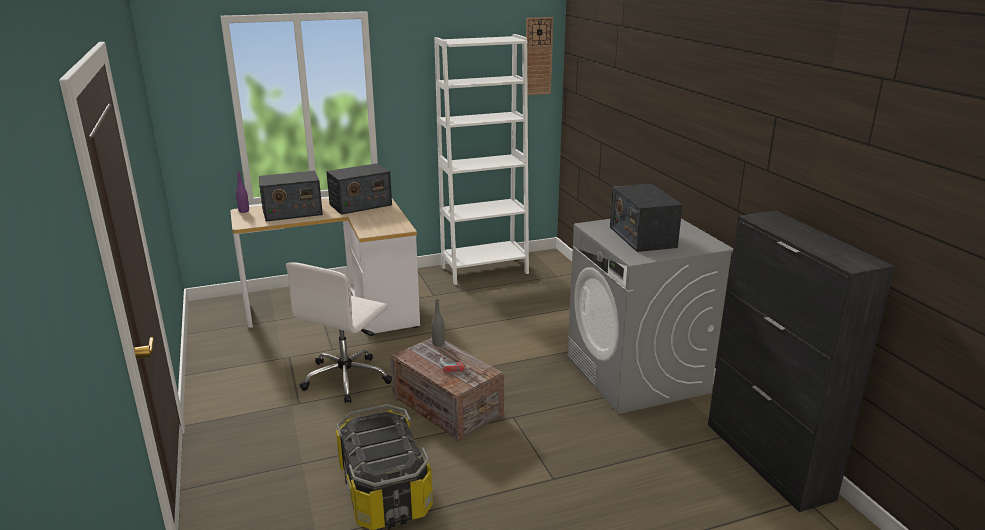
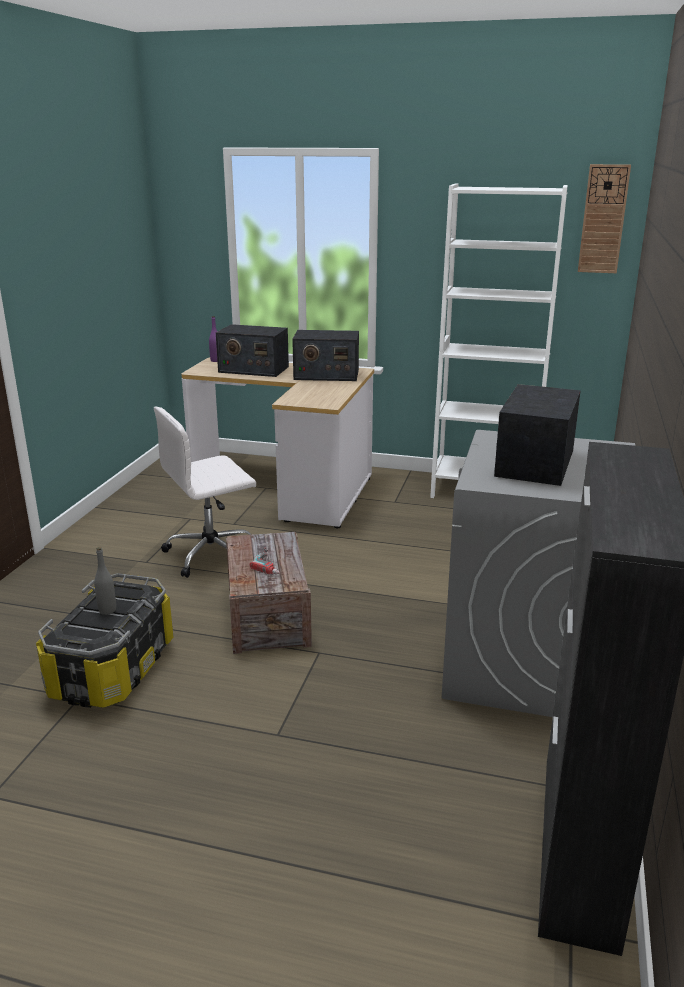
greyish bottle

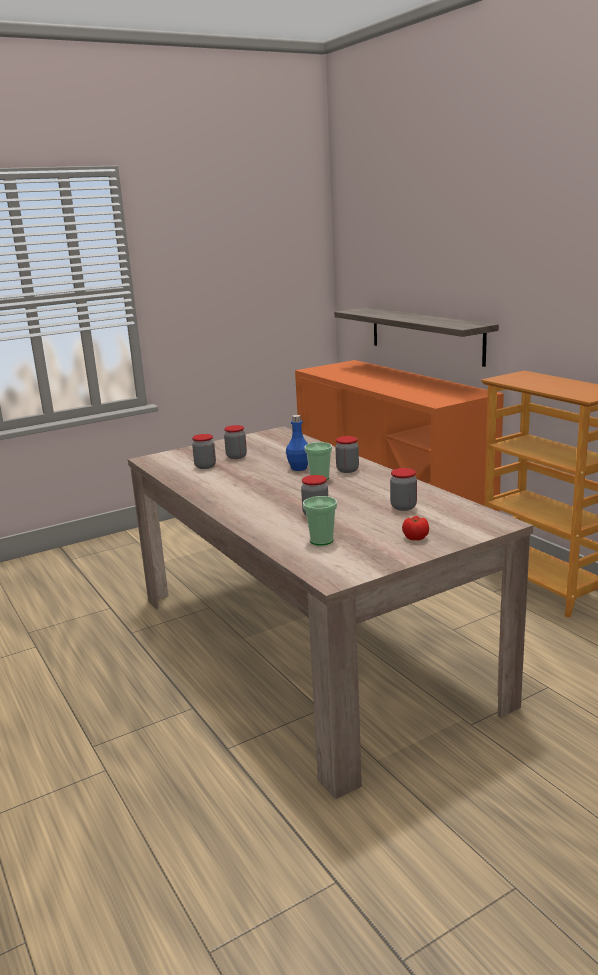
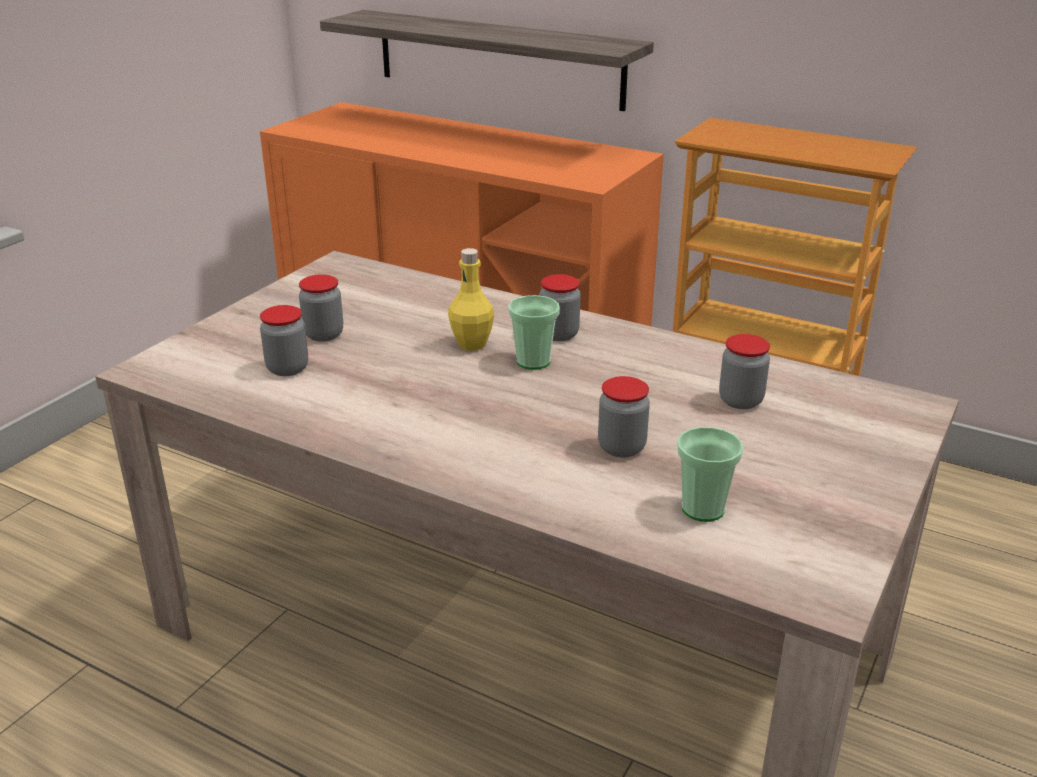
yellow-coloured bottle; fresh tomato

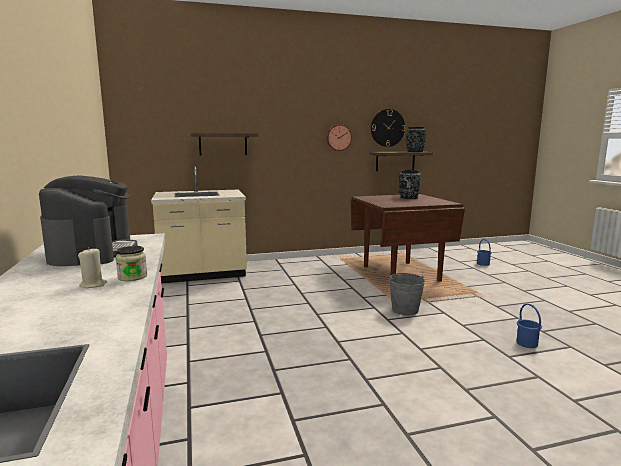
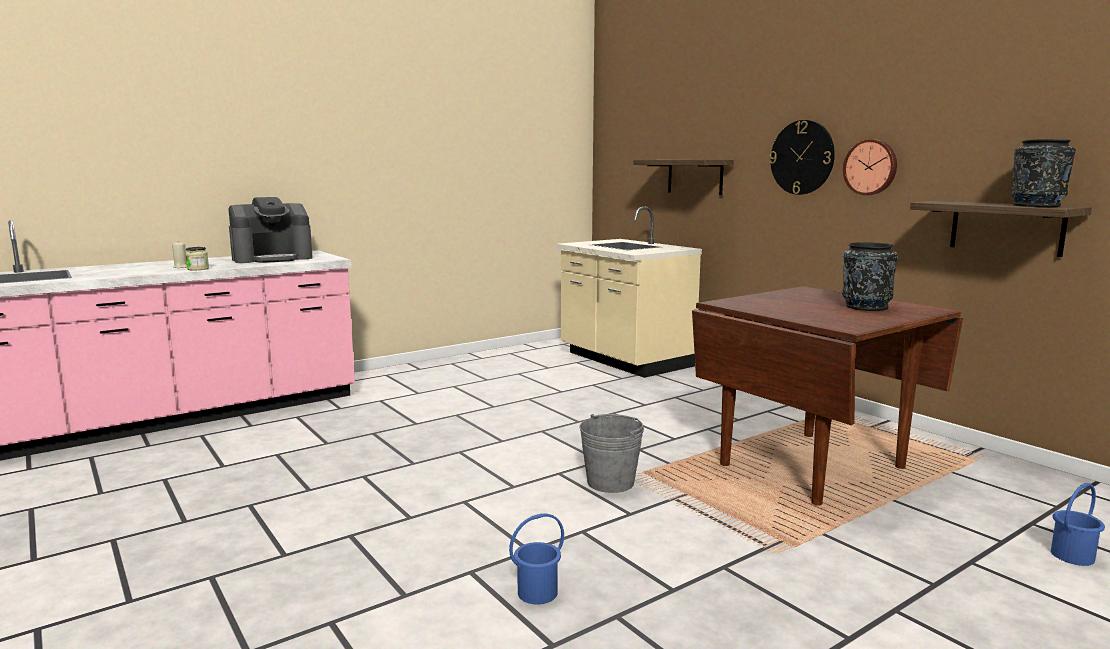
clock on the wall (no. 1 from left)

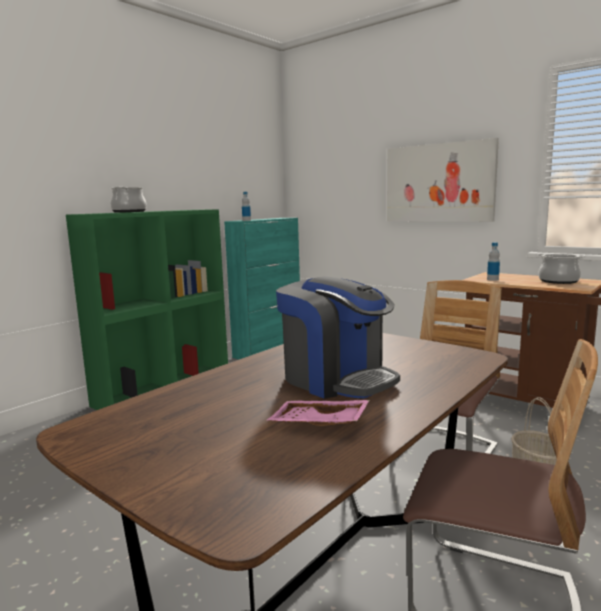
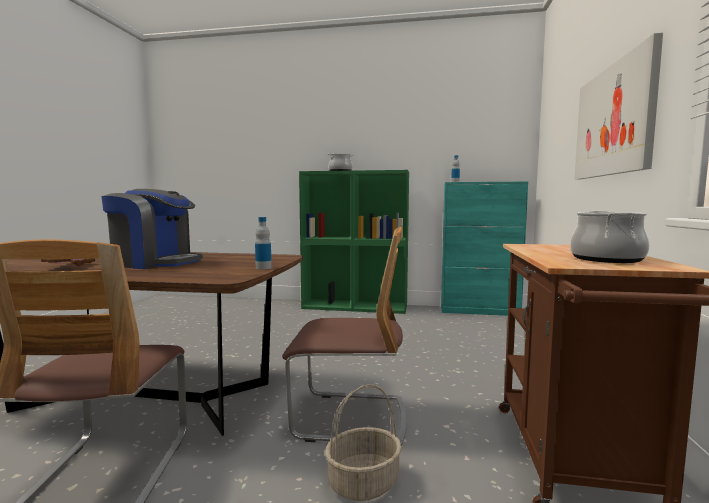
coffee maker; bottle (no. 1 from left)

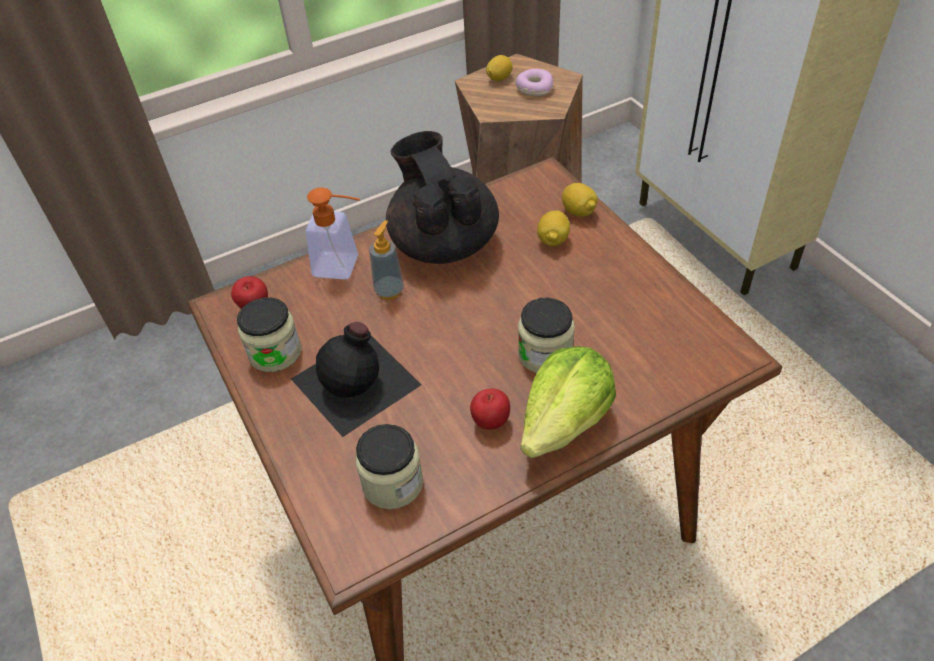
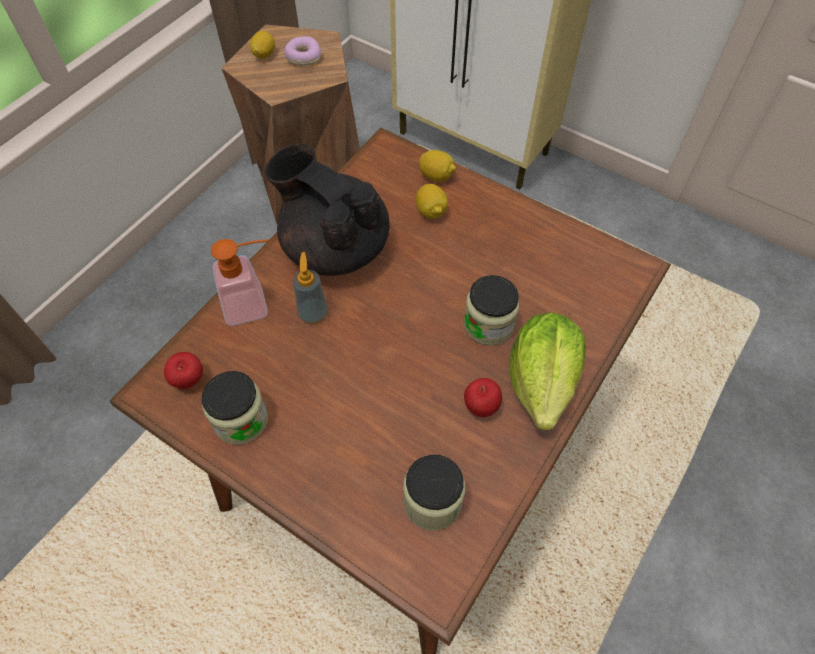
blackish bottle

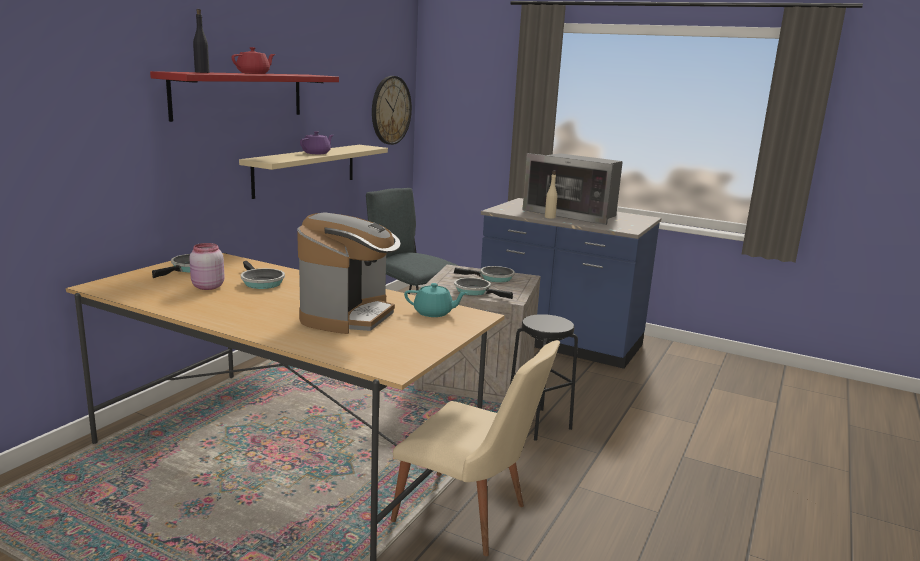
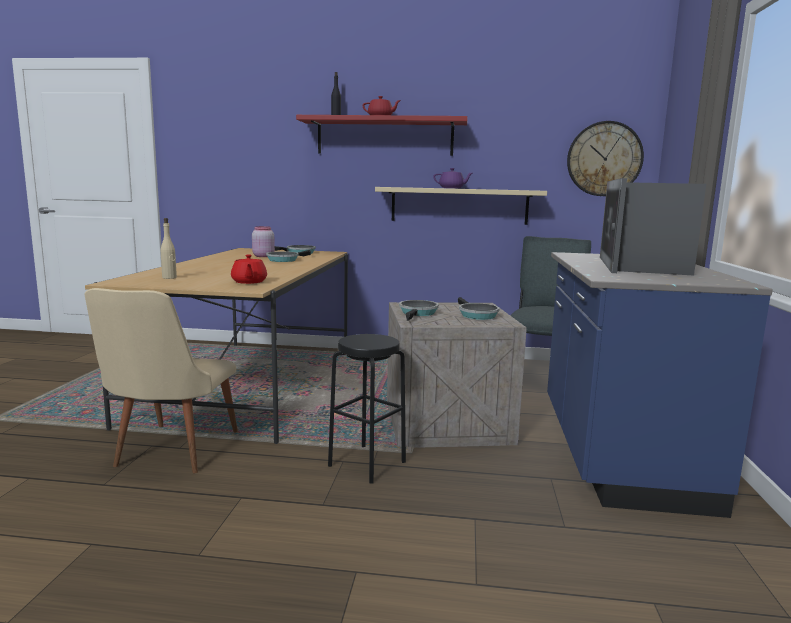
beige bottle; reddish tea pot (no. 1 from left); coffee maker

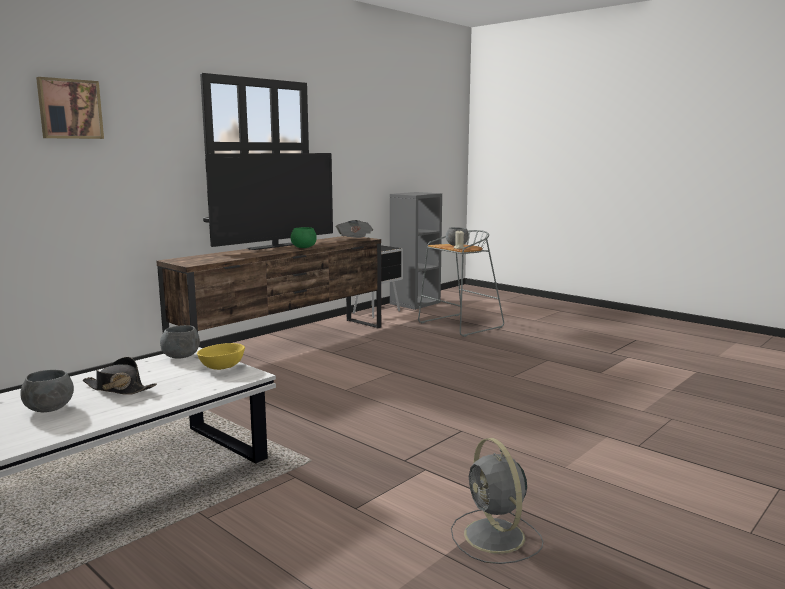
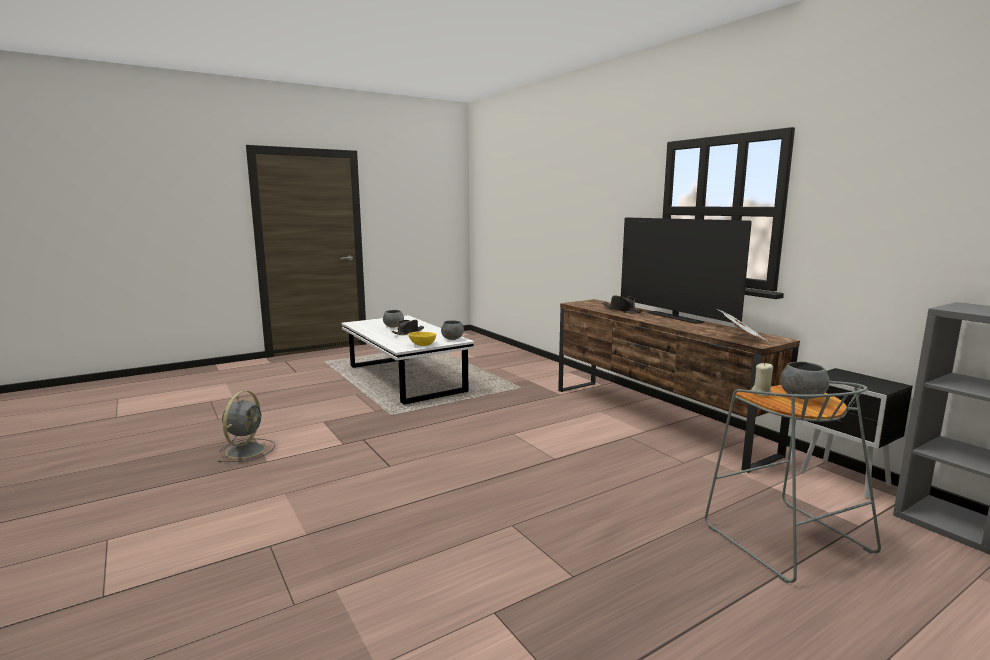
greyish fan; blackish wearable hat (no. 2 from left); wall picture; green-coloured serving bowl

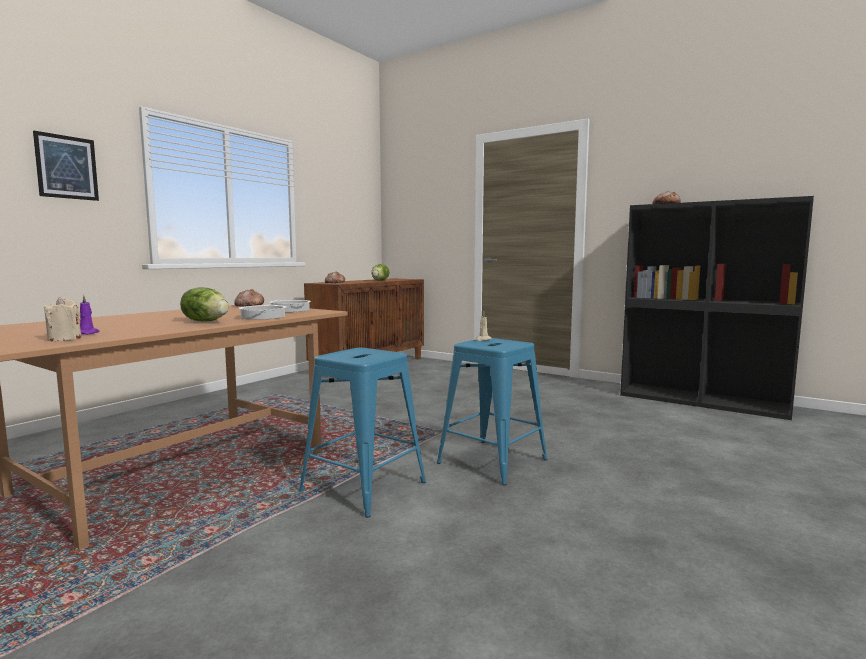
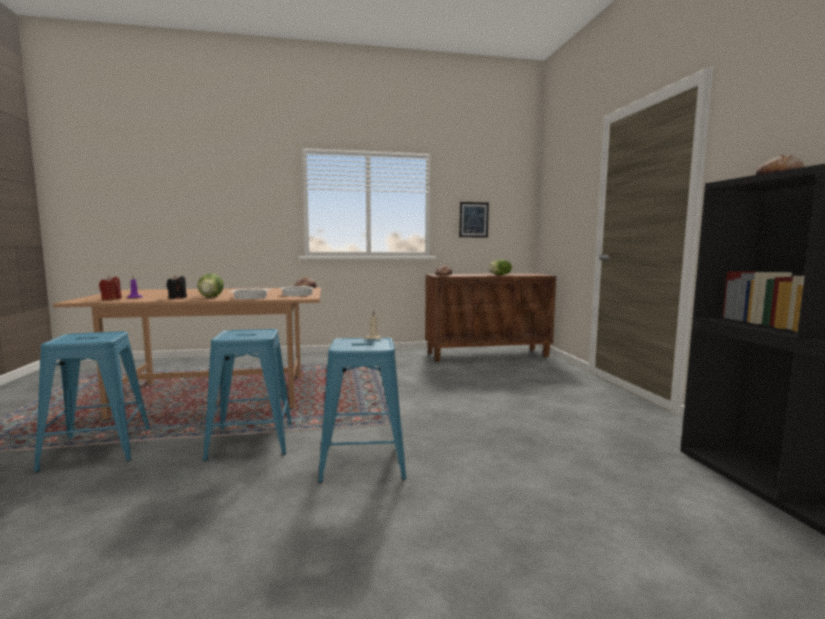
blue stool seat (no. 1 from left); reddish wax candle; blackish wax candle; wall picture

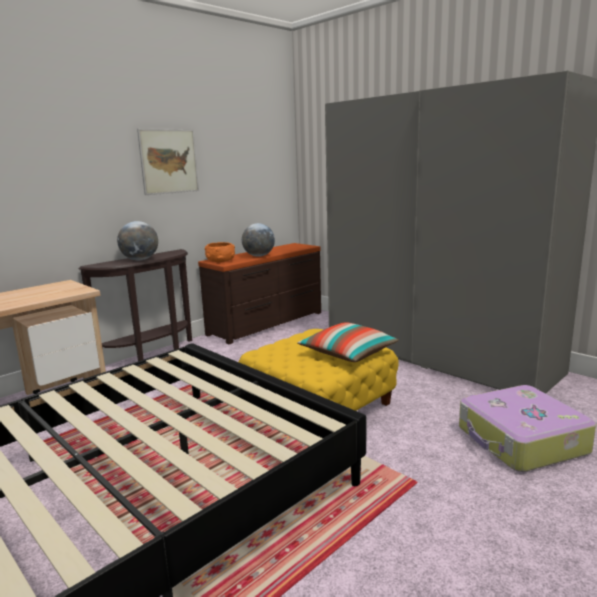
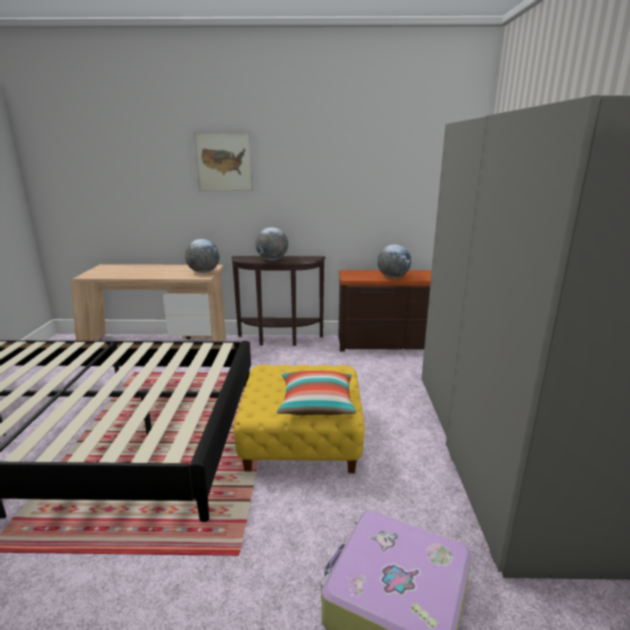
globe (no. 1 from left); wall picture; orangey serving bowl

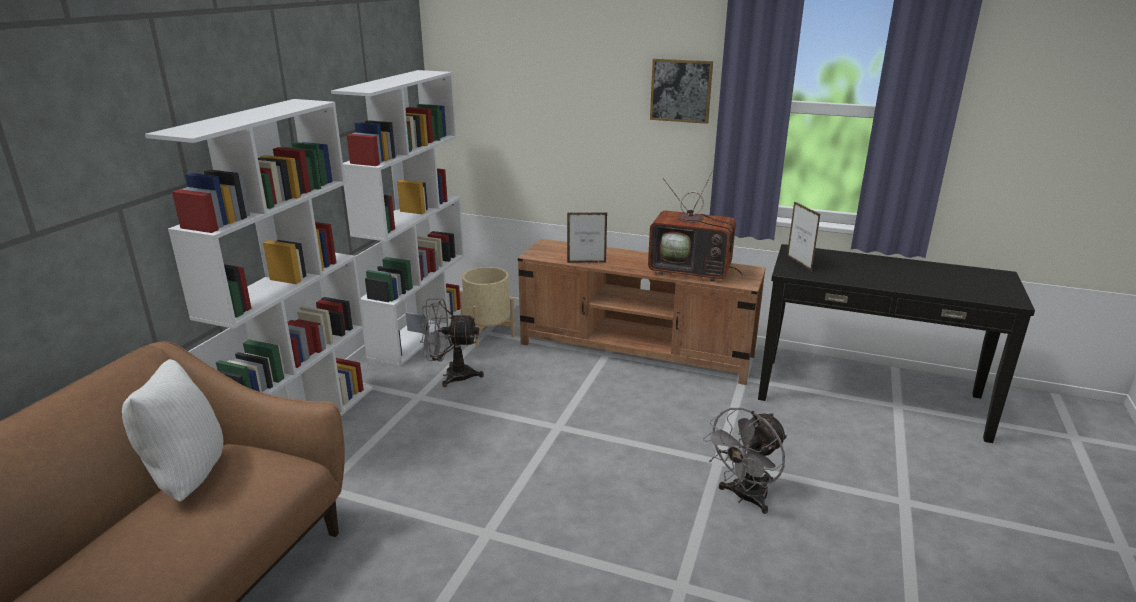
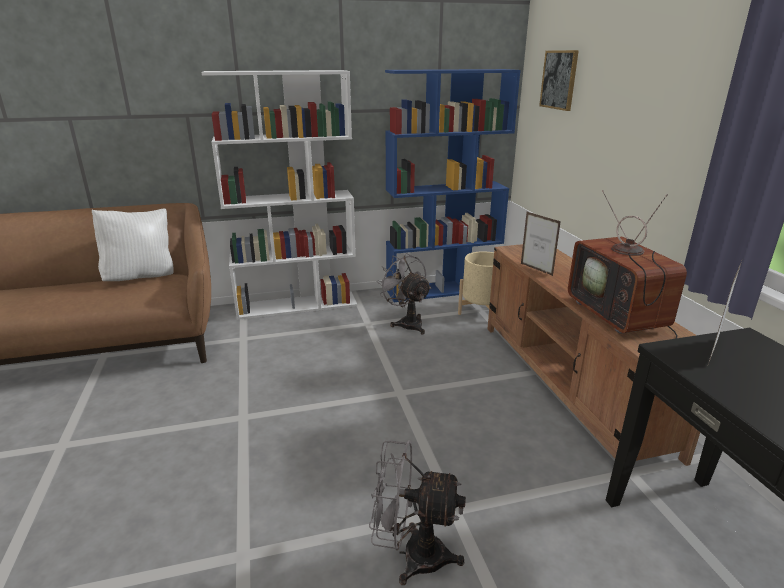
blue bookcase; wall picture

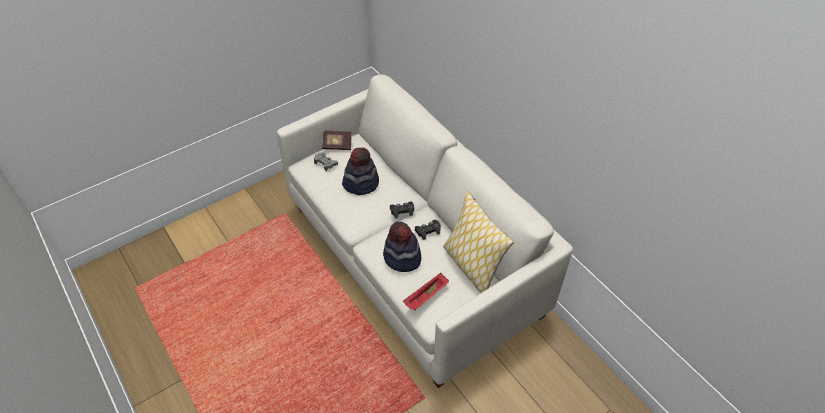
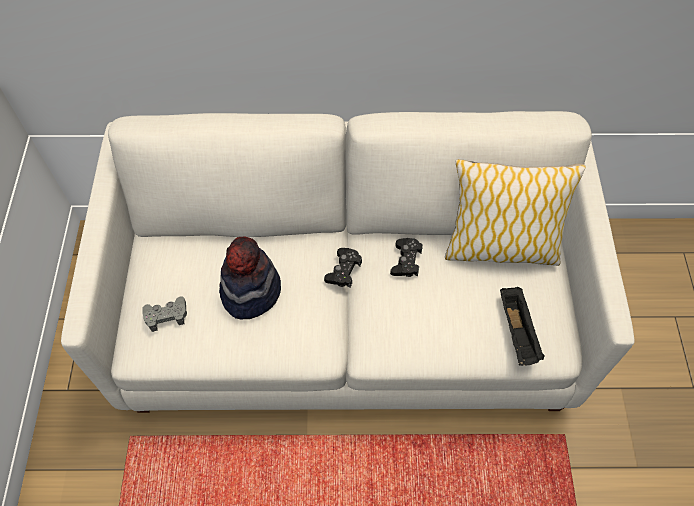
blackish carrying tray; bound book; wearable hat (no. 2 from left in the first image)

